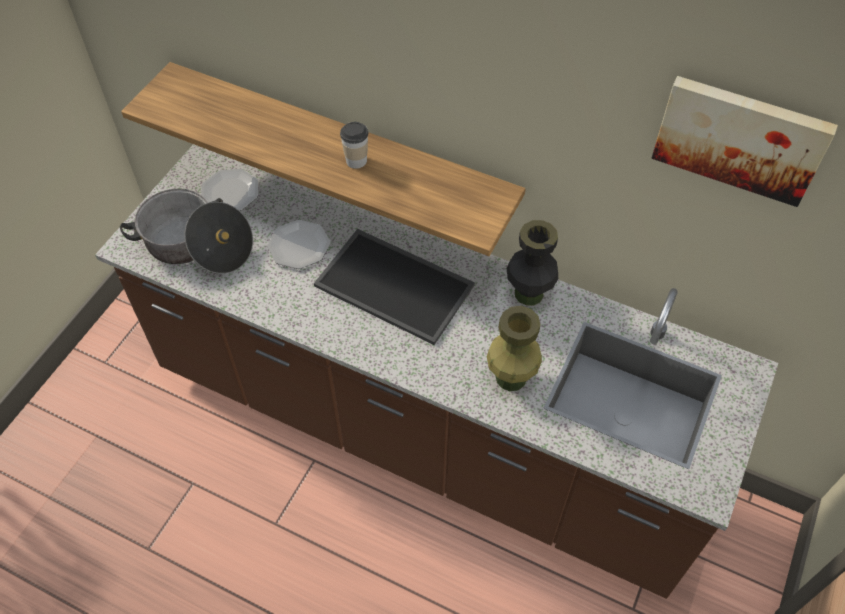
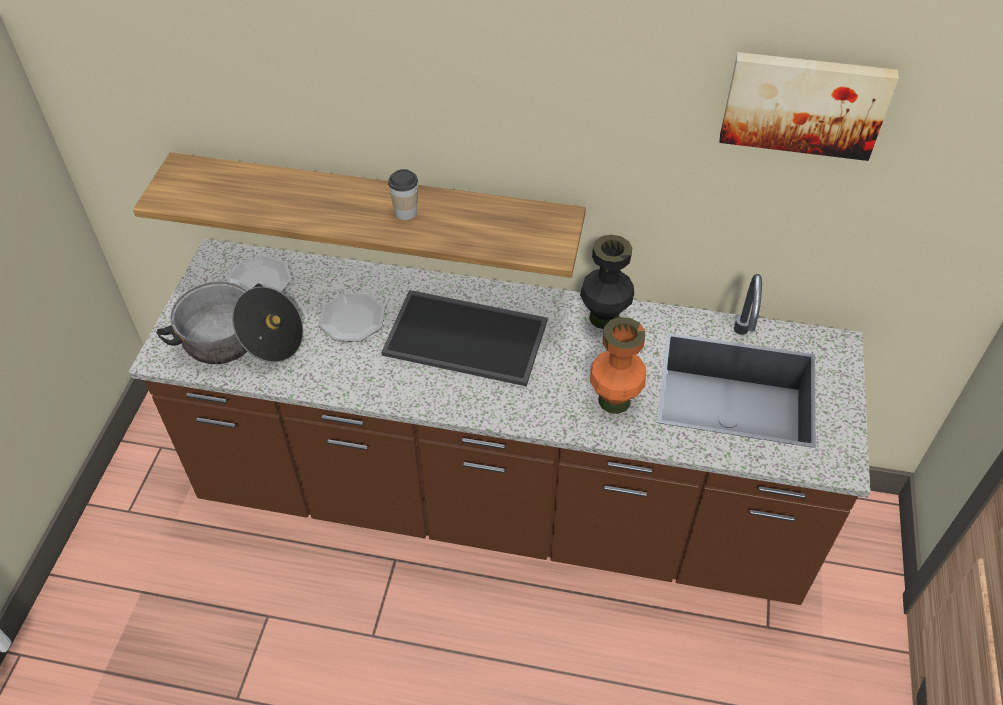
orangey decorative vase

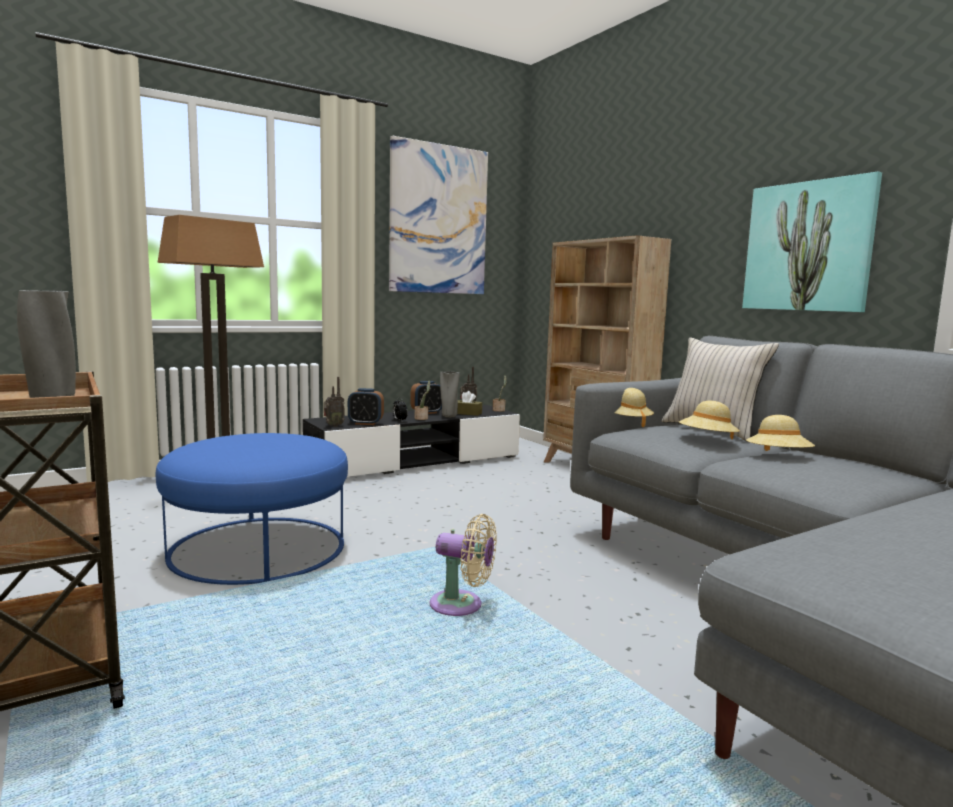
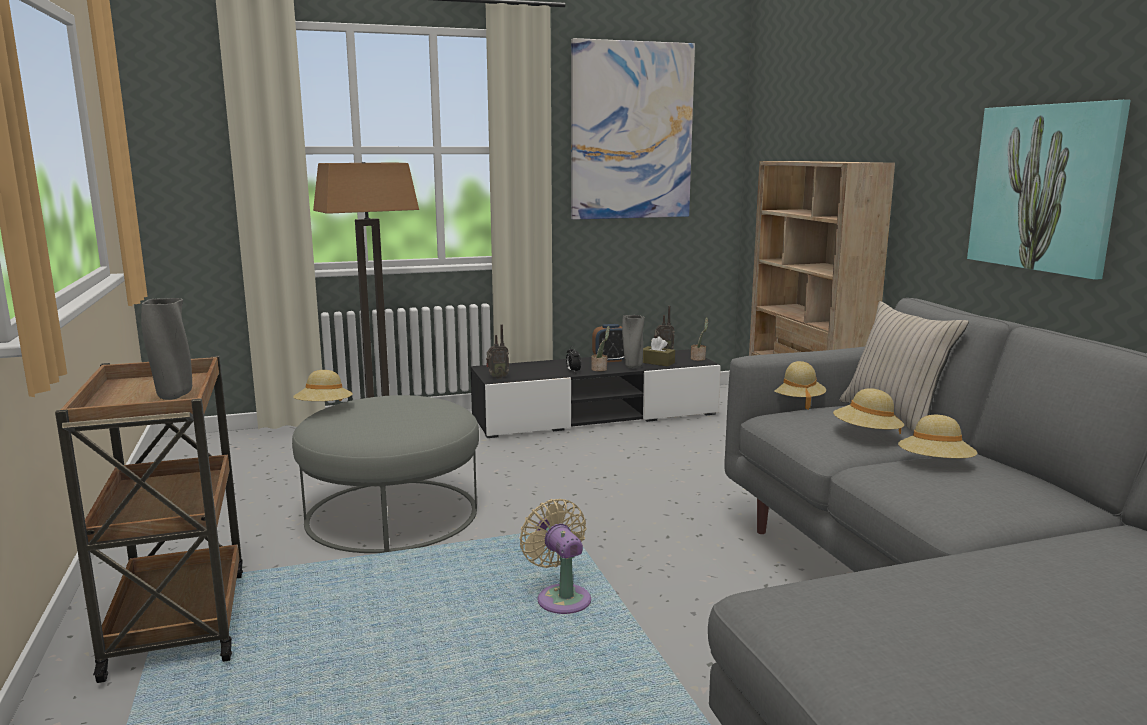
greyish footrest; beige wearable hat (no. 1 from left); beige fan; bedside clock (no. 1 from left in the first image)

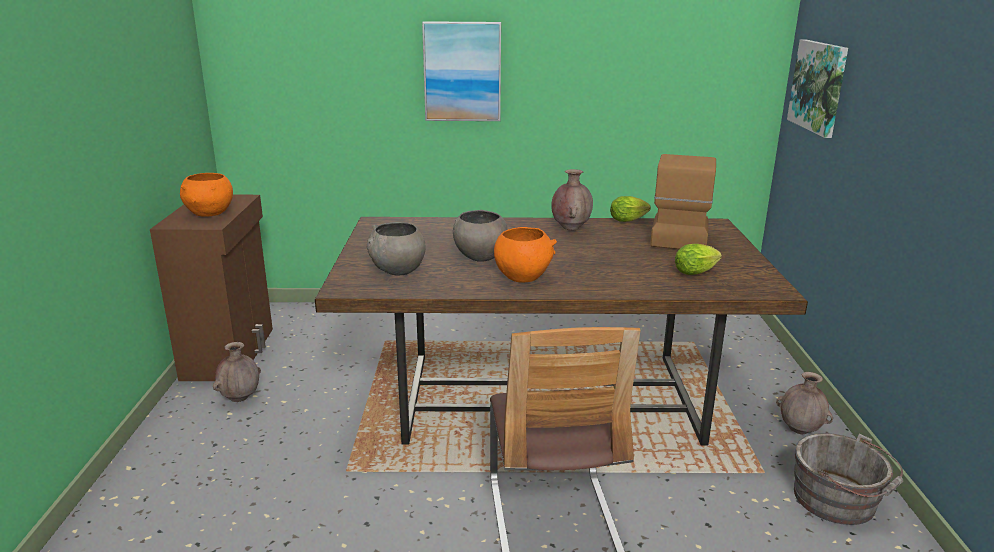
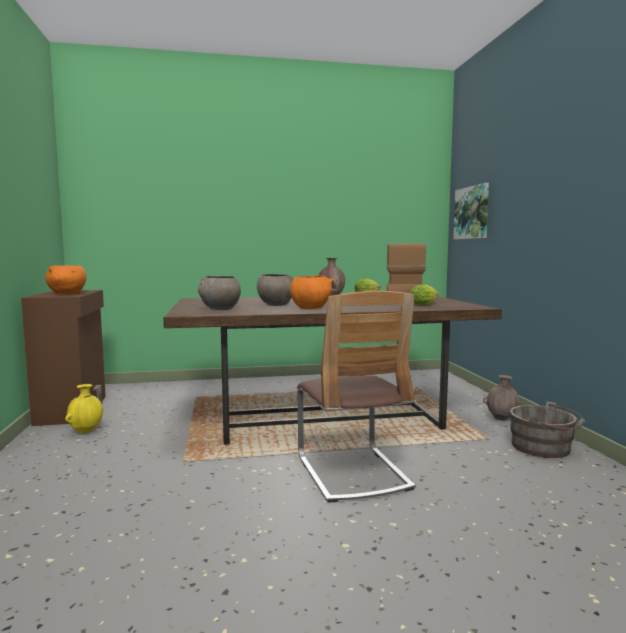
yellow-coloured decorative vase; wall picture (no. 1 from left in the first image)

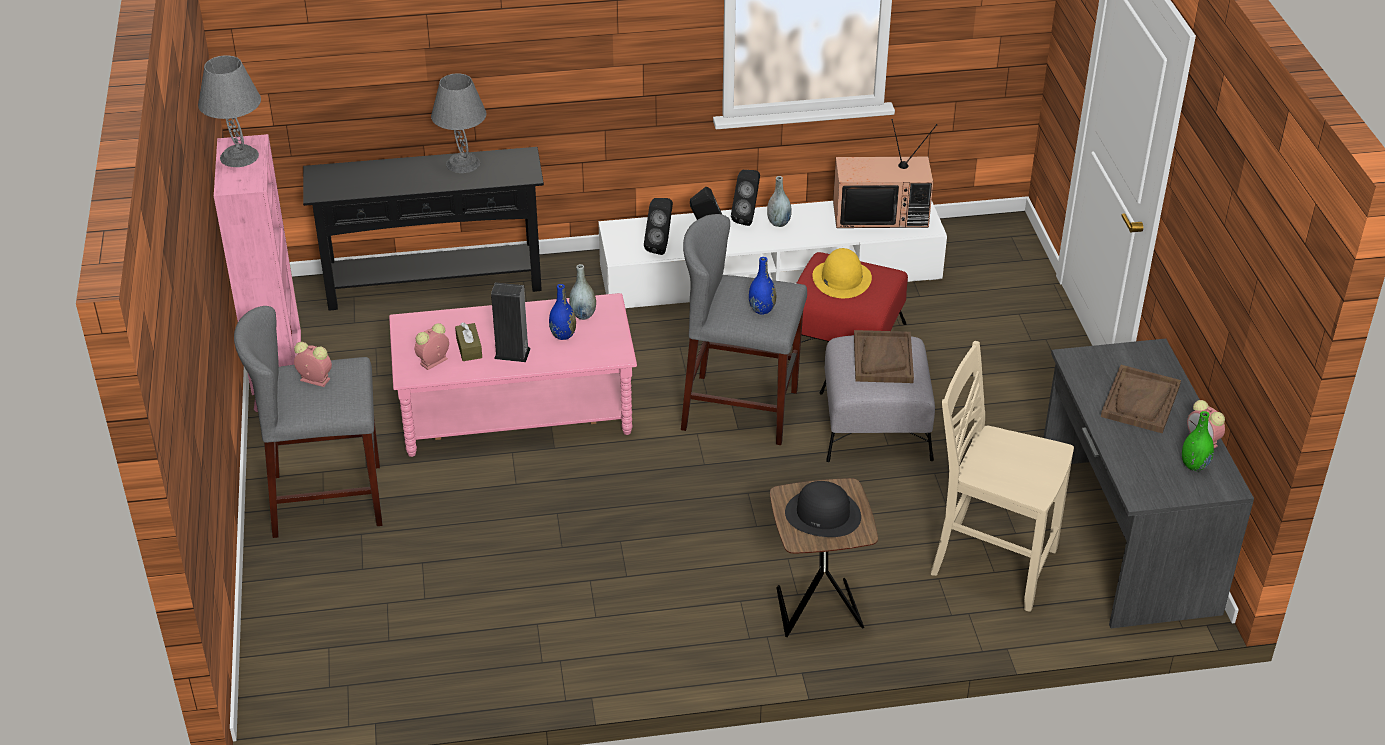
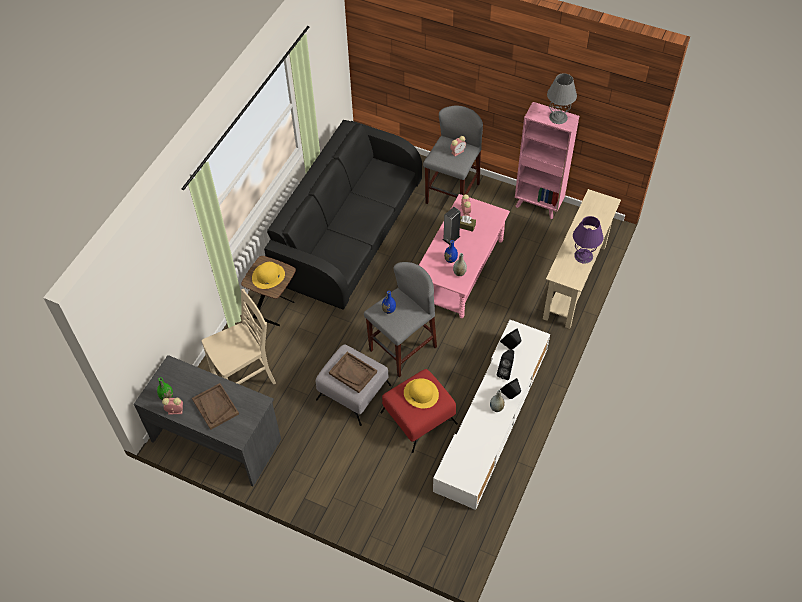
yellow-coloured wearable hat (no. 1 from left); blackish couch; beige console table; purple-coloured lamp for a table; television

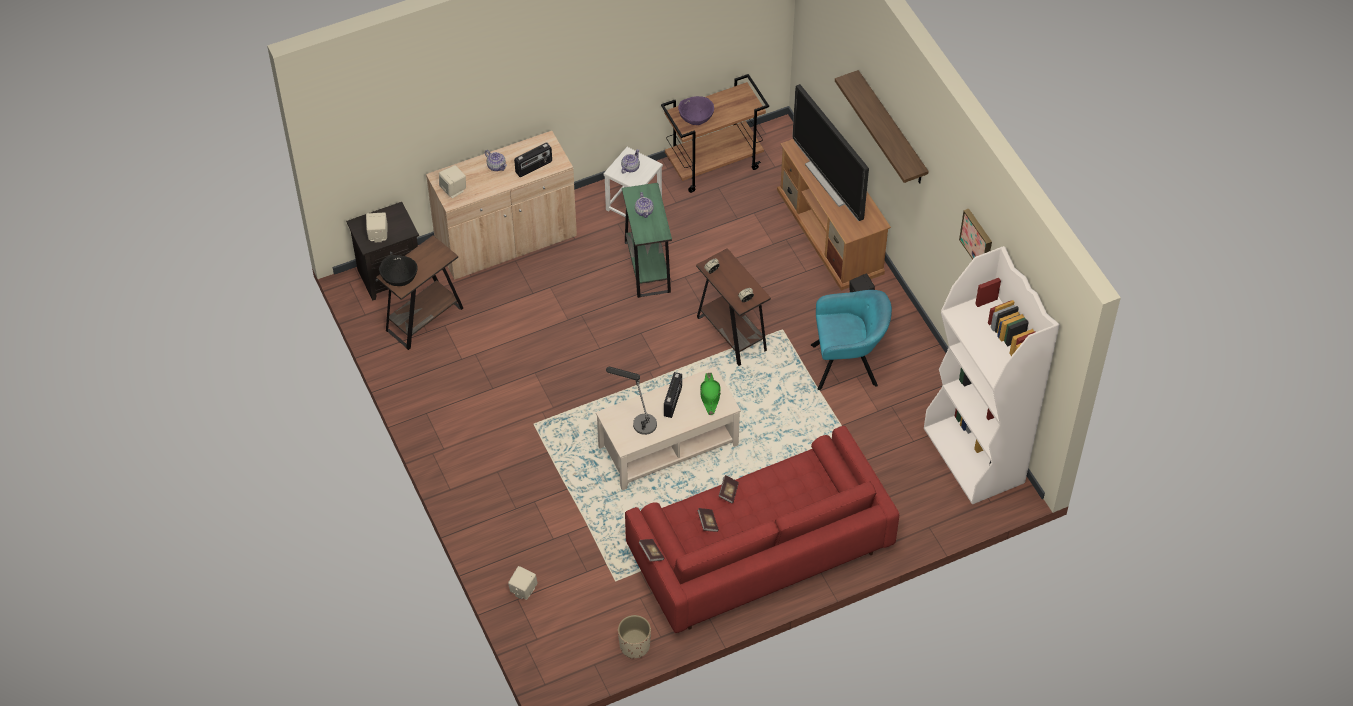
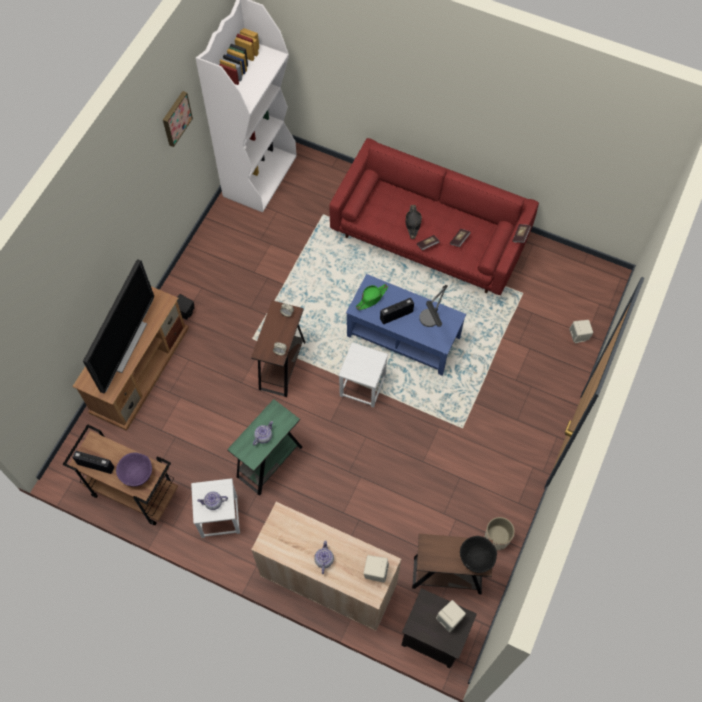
radio receiver (no. 1 from left); whitish stool seat (no. 2 from left); blue lounge table; blackish wearable hat; beige plant pot; turquoise-coloured easy chair; bracket shelf

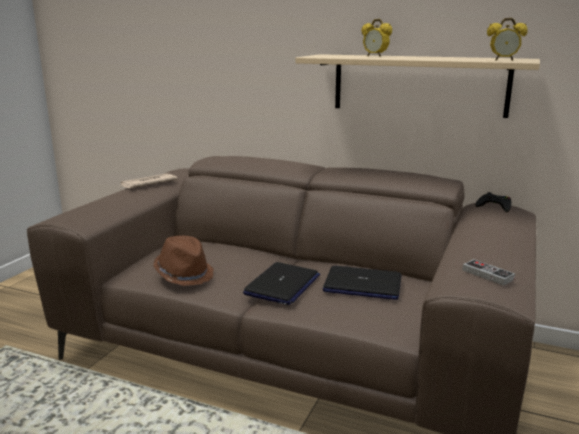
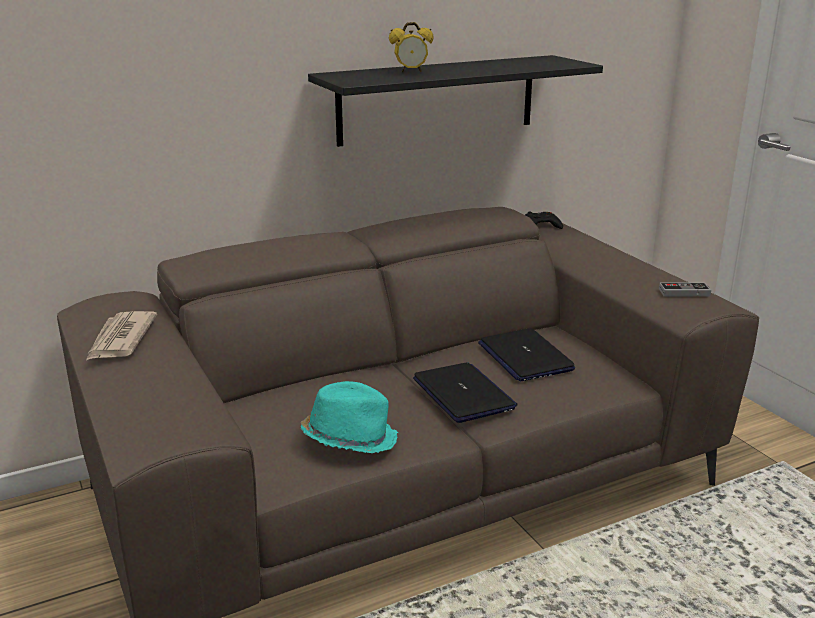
turquoise-coloured wearable hat; blackish bracket shelf; portable computer (no. 2 from left); bedside clock (no. 2 from left in the first image)

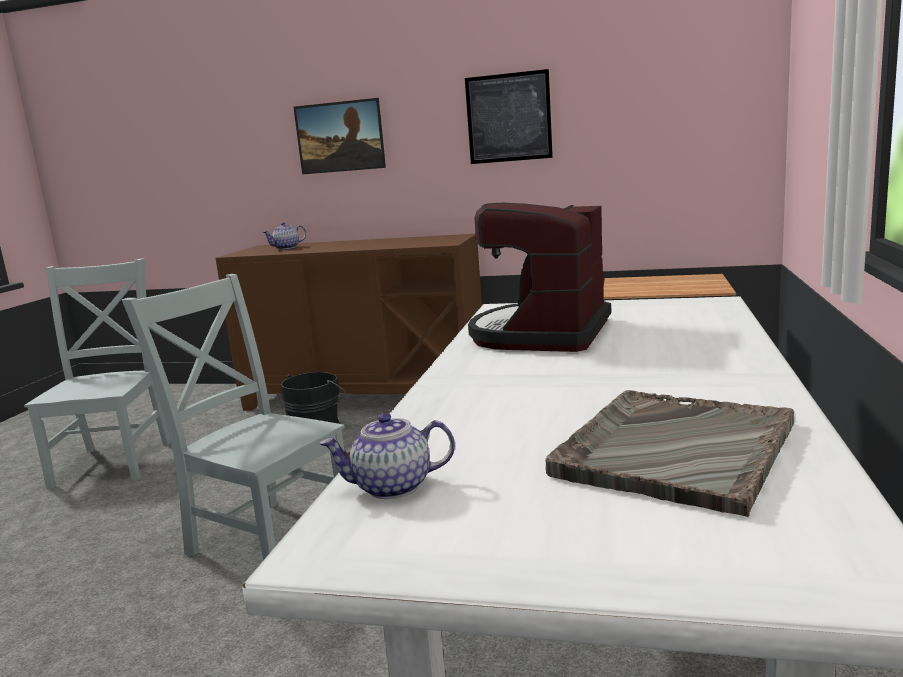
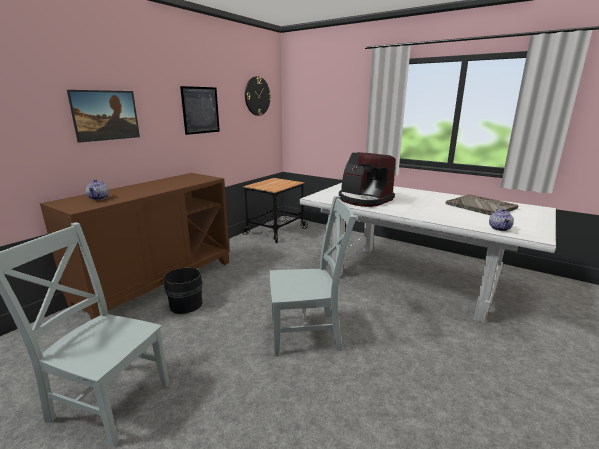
clock on the wall; greyish plain chair (no. 2 from left)

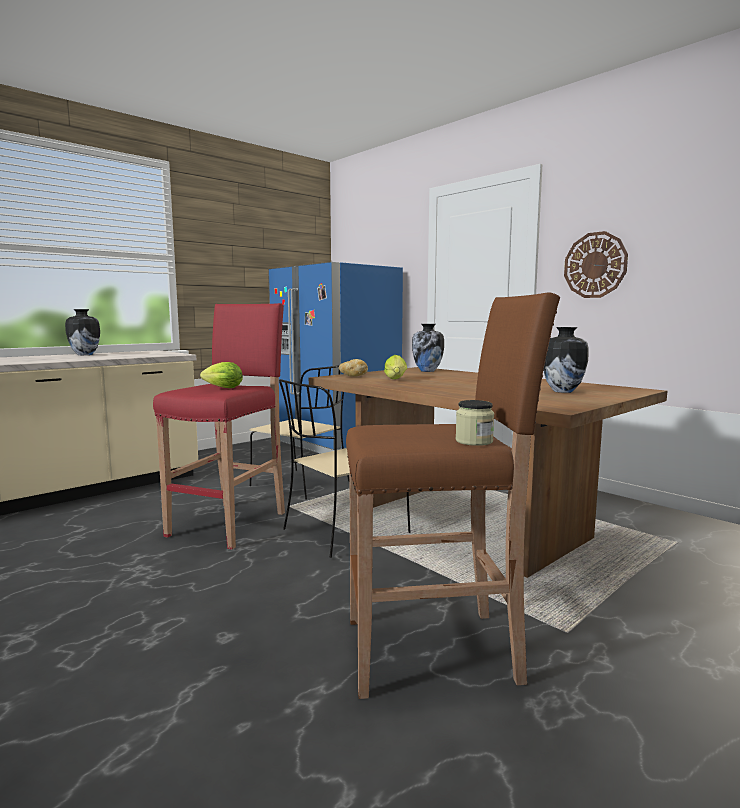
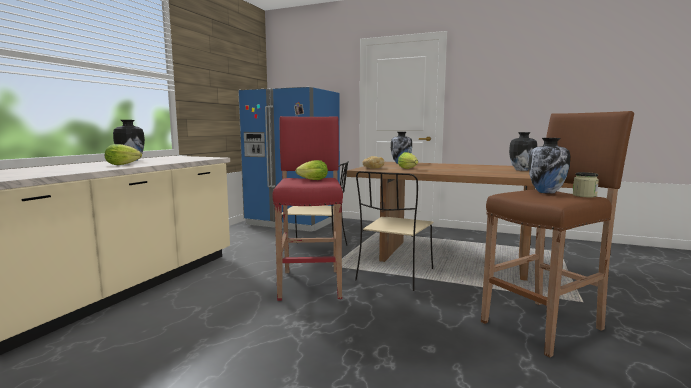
head of lettuce (no. 1 from left); decorative vase (no. 4 from left); clock on the wall

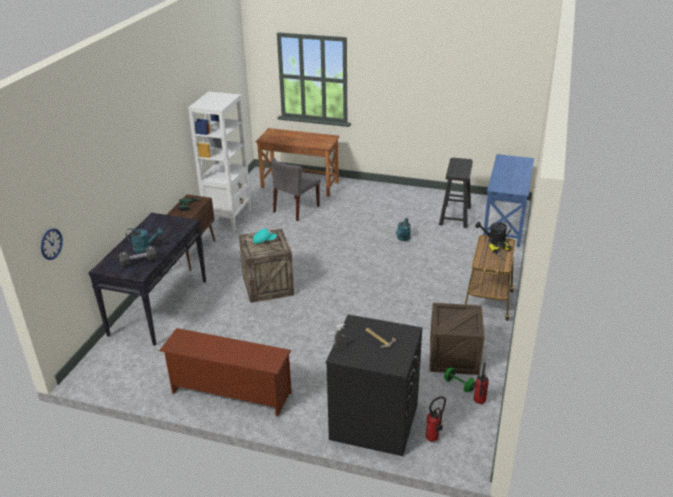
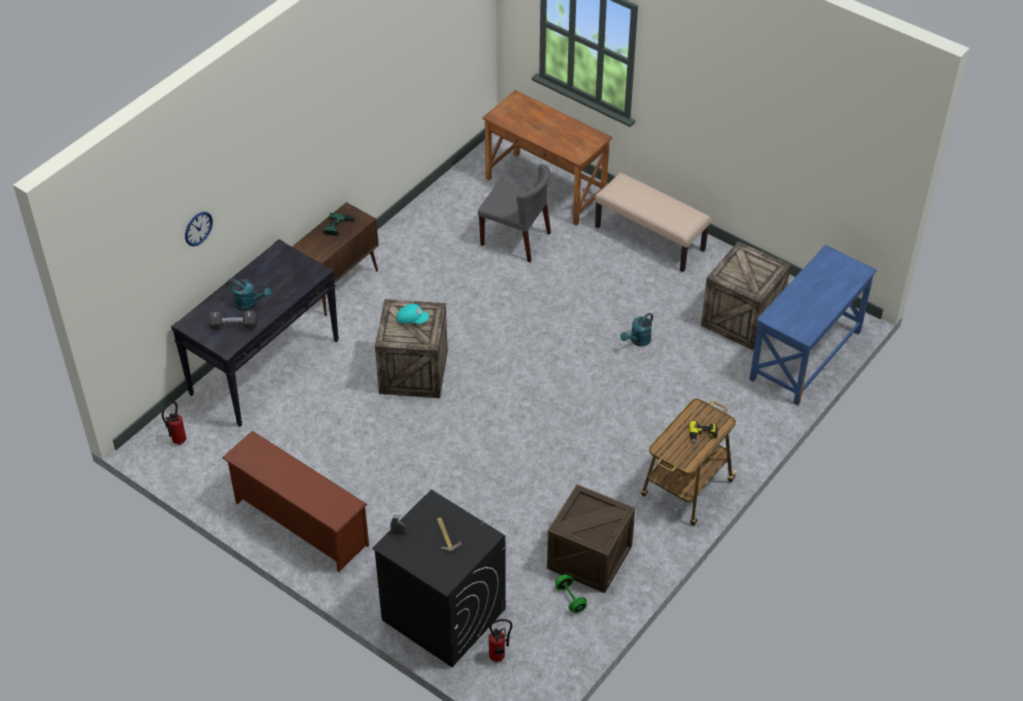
fire extinguisher (no. 1 from left); clock on the wall; greyish plain chair; beige indoor bench; shipping crate (no. 3 from left); whitish bookcase; blackish watering can

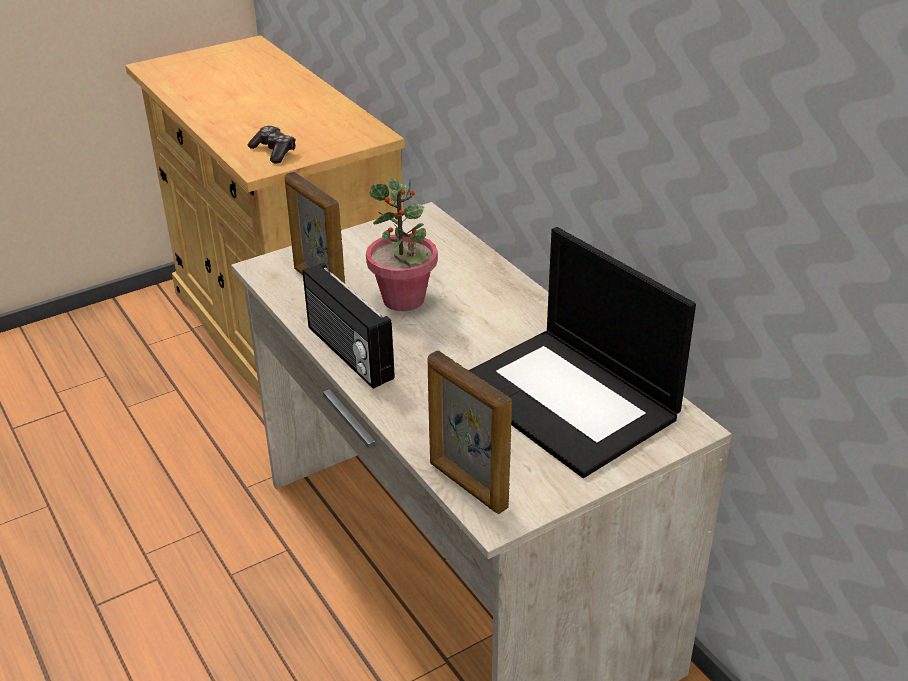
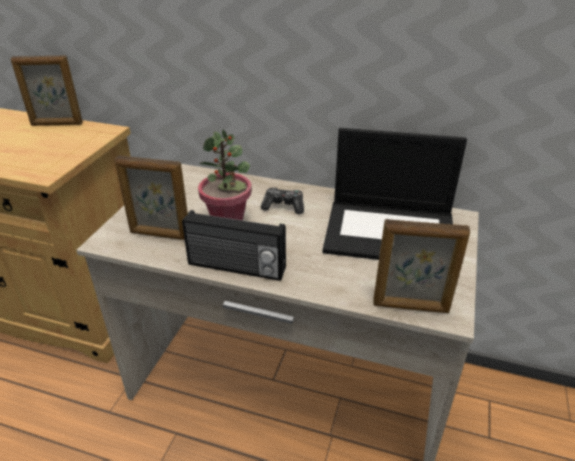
picture frame (no. 1 from left); joypad

